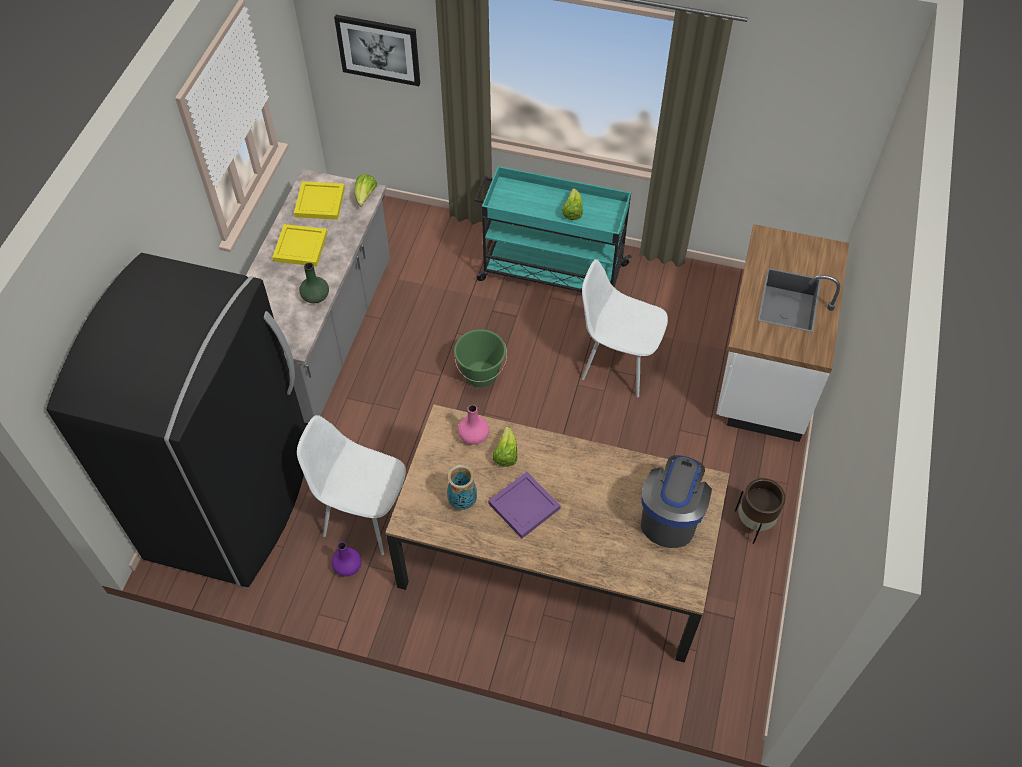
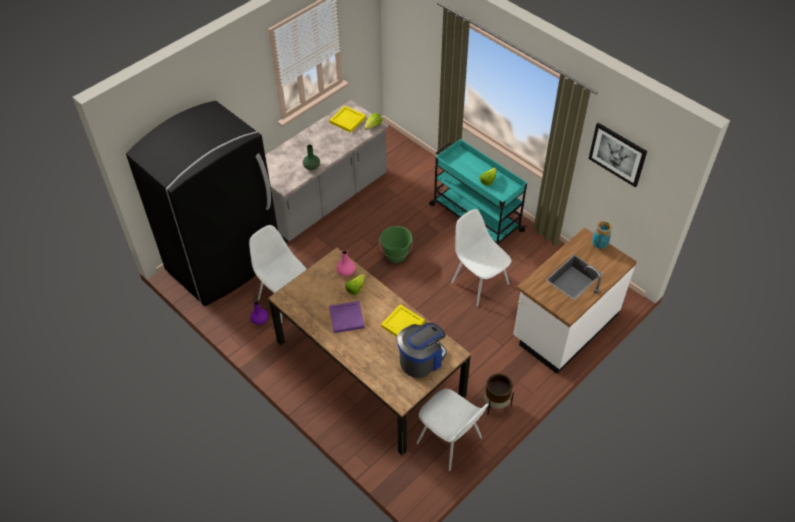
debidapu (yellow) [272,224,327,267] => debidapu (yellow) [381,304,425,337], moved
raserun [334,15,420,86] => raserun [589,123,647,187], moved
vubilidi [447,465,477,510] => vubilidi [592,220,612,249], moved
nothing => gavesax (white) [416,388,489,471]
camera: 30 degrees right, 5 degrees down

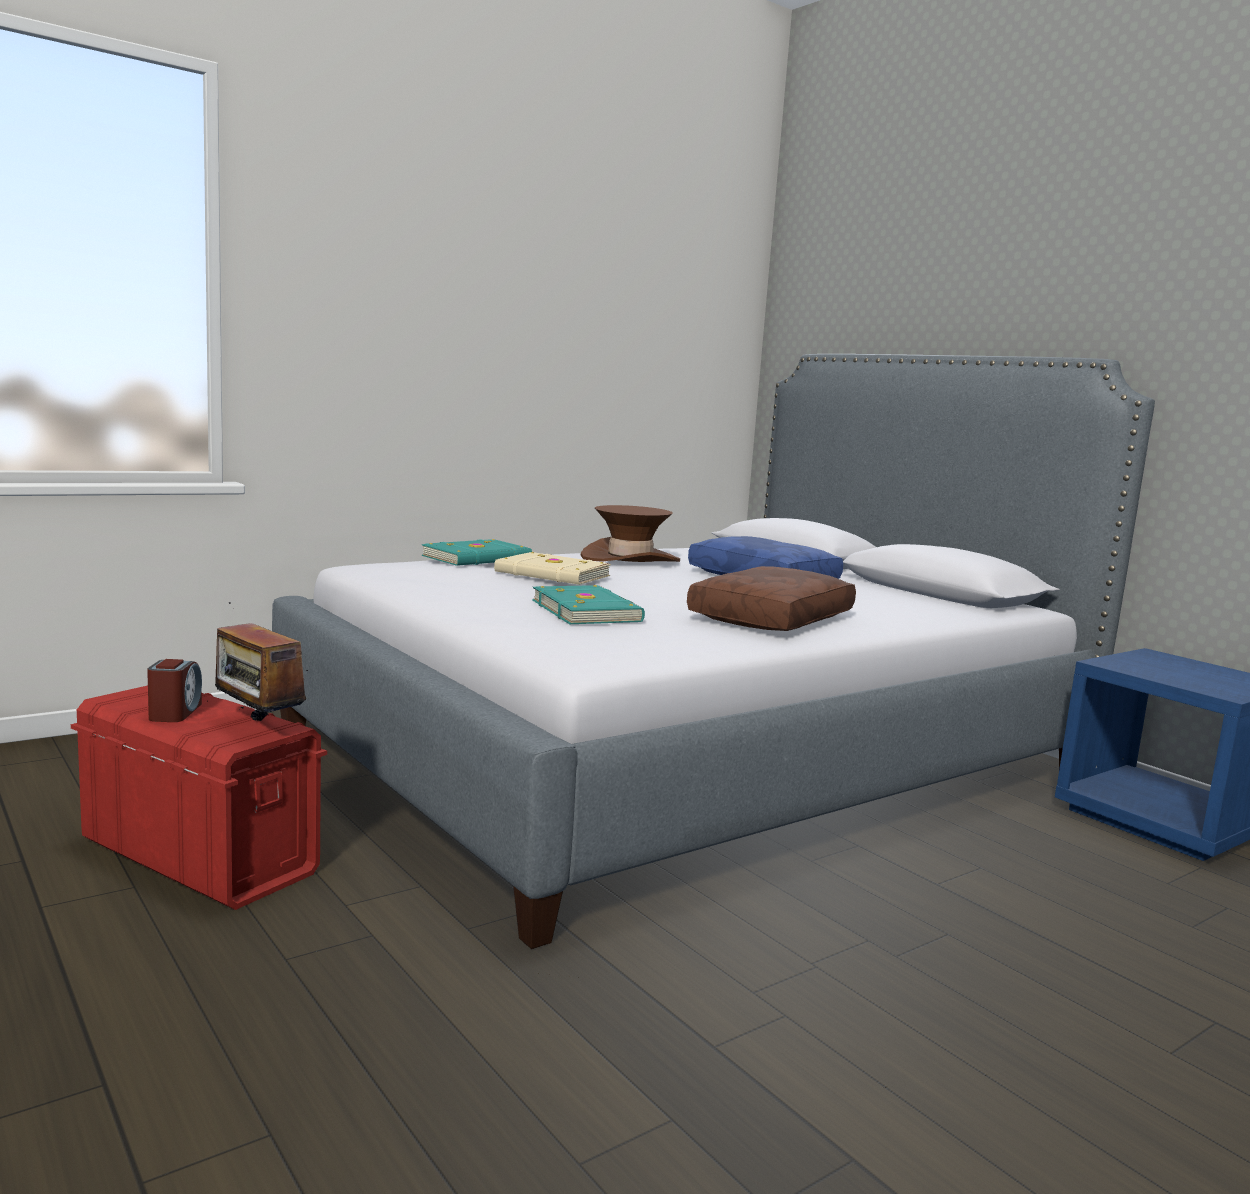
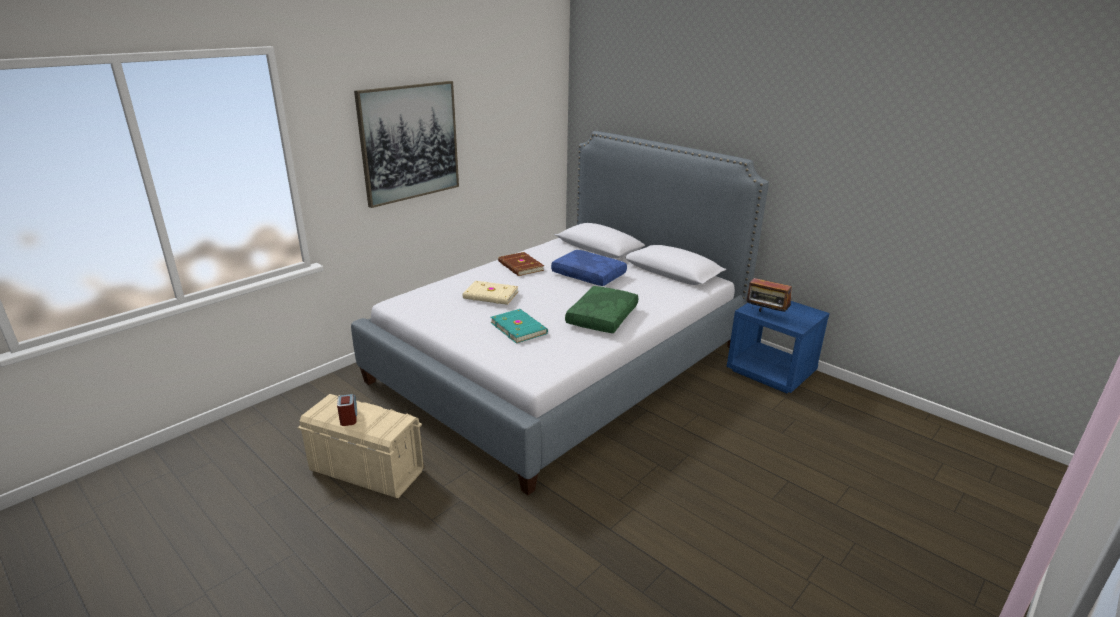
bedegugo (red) [71,686,327,910] => bedegugo (beige) [298,394,424,498]
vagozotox [215,602,308,721] => vagozotox [746,278,792,312], moved
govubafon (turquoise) [421,539,532,566] => nothing
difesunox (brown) [581,505,680,562] => govubafon (brown) [498,252,544,276]
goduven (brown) [687,566,856,631] => goduven (green) [565,286,638,333]
nothing => raserun [354,81,459,208]
camera: 10 degrees left, 15 degrees up

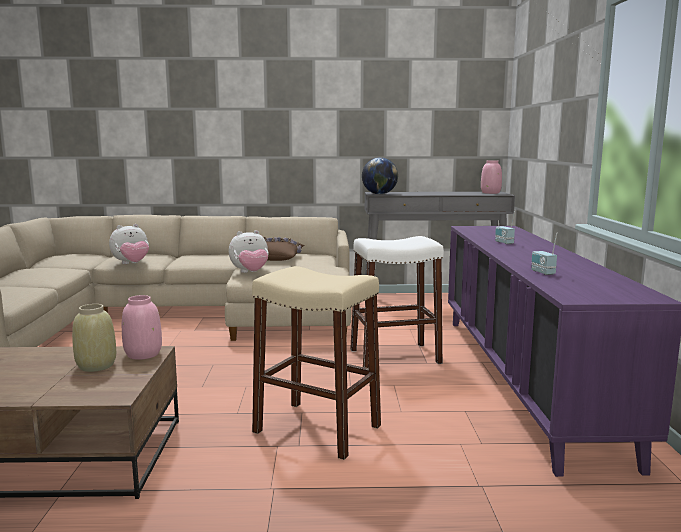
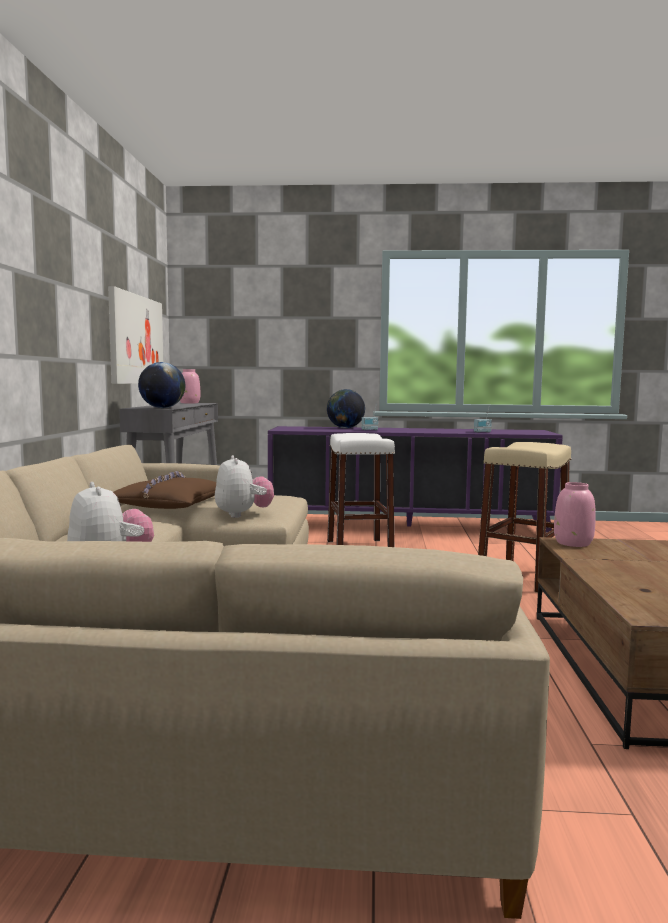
vubilidi (beige) [72,304,116,372] => nothing
nothing => raserun [108,286,163,384]
nothing => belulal [327,389,365,428]
camera: 85 degrees left, 5 degrees down

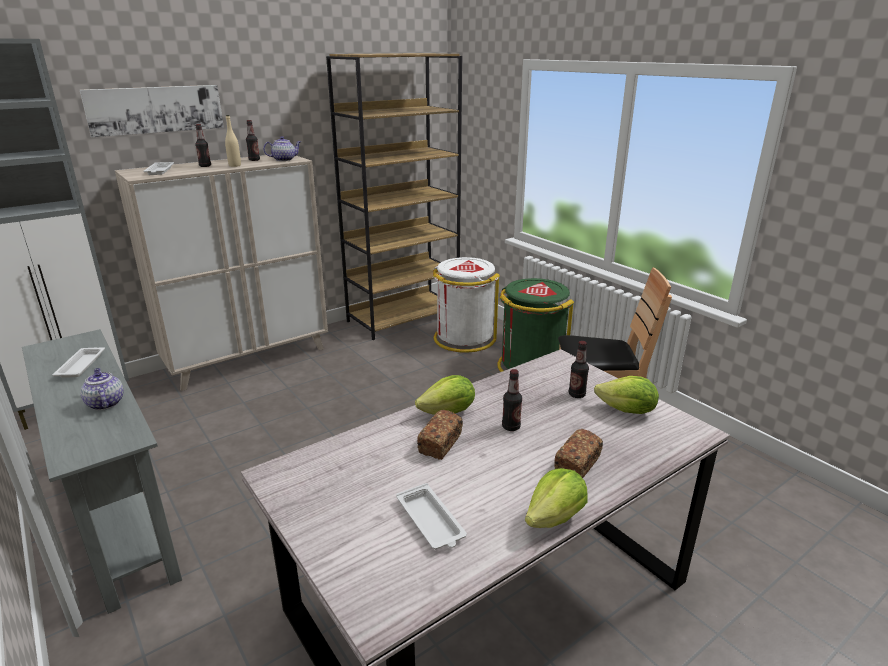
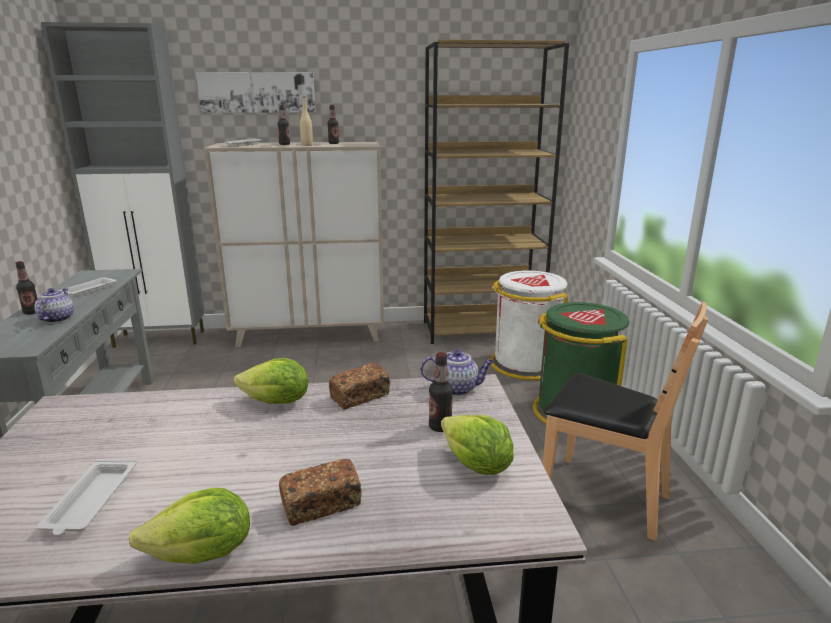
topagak [263,136,301,161] => topagak [420,350,494,396], moved
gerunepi [417,410,463,460] => gerunepi [329,363,390,410], moved
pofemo [502,369,522,431] => pofemo [15,261,38,314], moved
camera: 30 degrees right, 5 degrees down

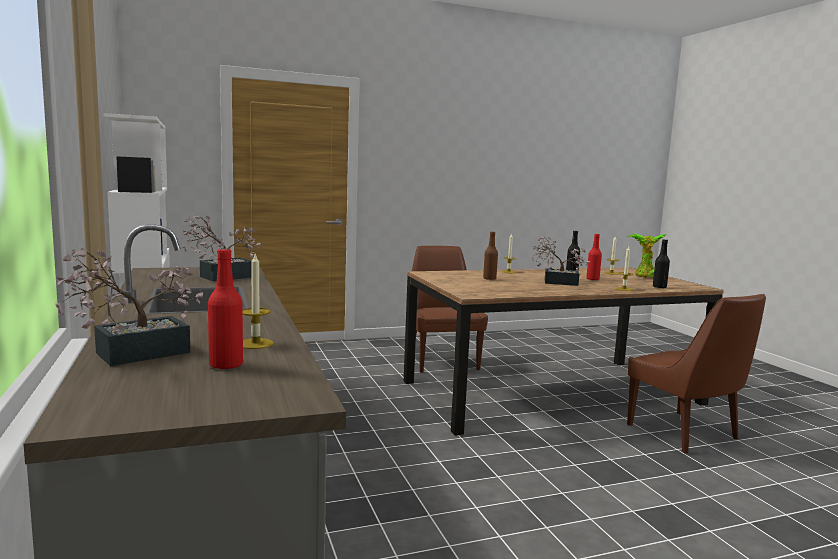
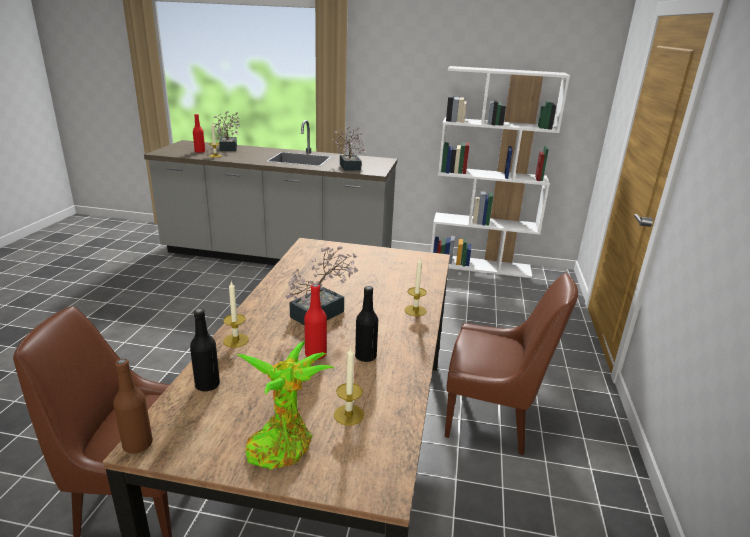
pofemo (brown) [483,231,498,280] => pofemo (brown) [113,358,153,454], moved
camera: 120 degrees right, 15 degrees up

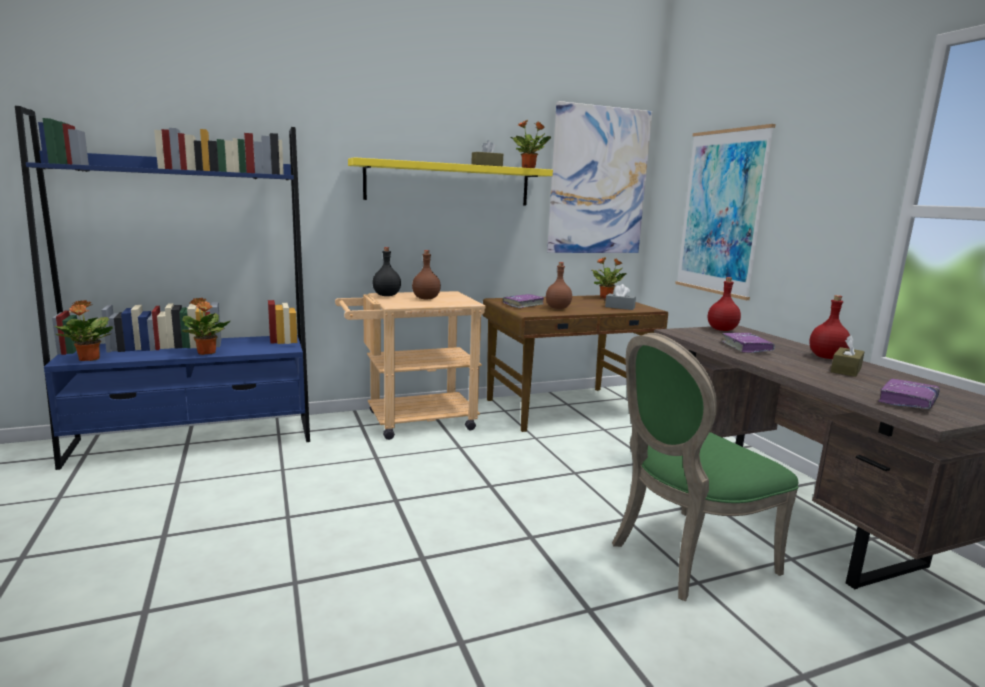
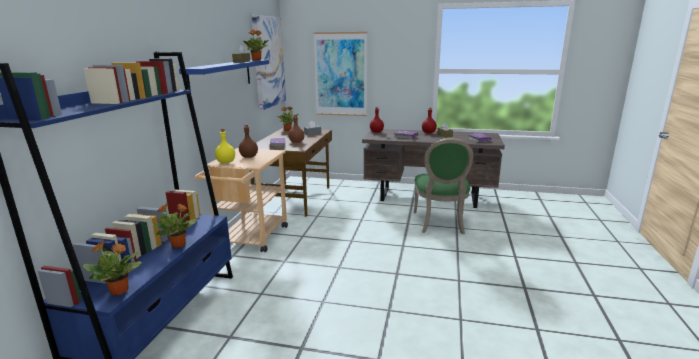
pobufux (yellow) [348,157,553,206] => pobufux (blue) [179,60,269,91]
pofemo (black) [372,247,401,296] => pofemo (yellow) [215,129,235,164]
camera: 55 degrees left, 5 degrees up

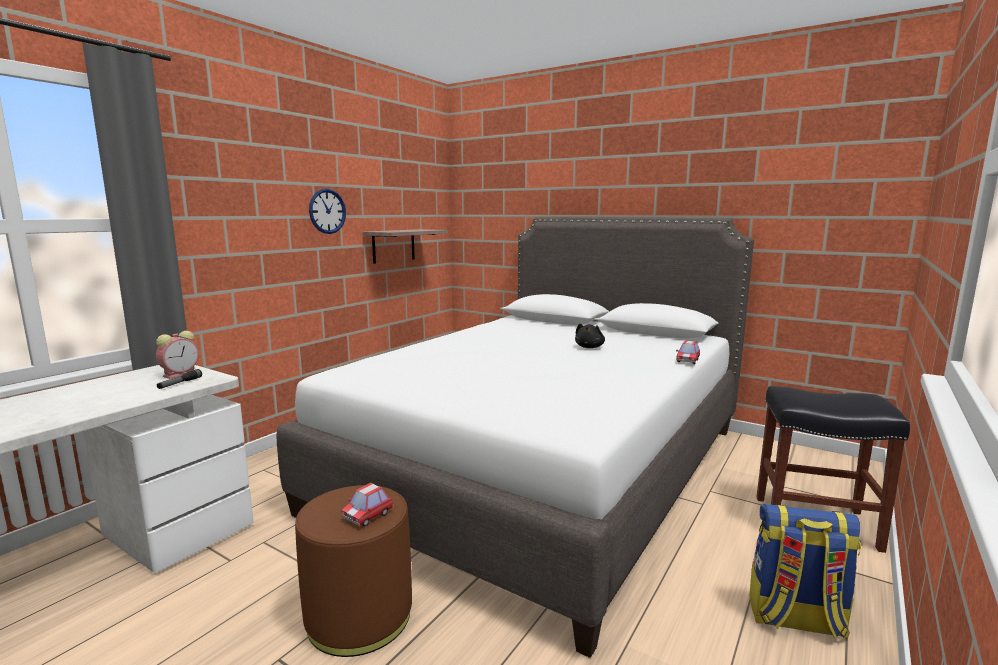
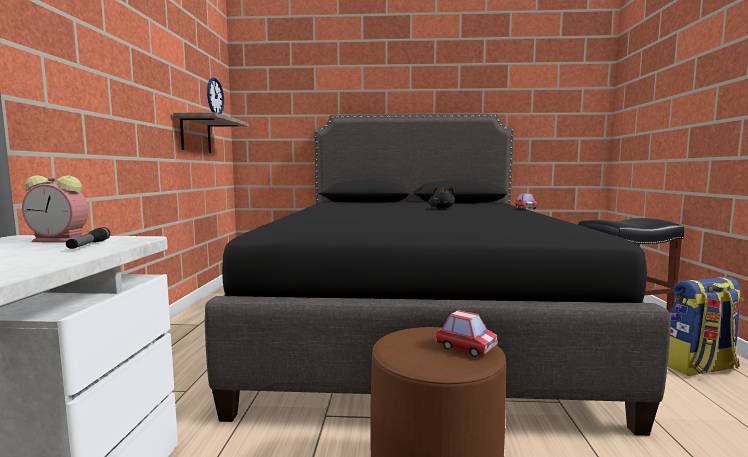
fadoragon [156,331,199,379] => fadoragon [22,175,88,243], 90 degrees clockwise
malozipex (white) [277,217,754,658] => malozipex (black) [205,113,671,436]
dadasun [309,189,346,234] => dadasun [207,78,224,114], moved
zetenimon [341,483,394,526] => zetenimon [436,310,498,357], 60 degrees counterclockwise
camera: 30 degrees left, 5 degrees down

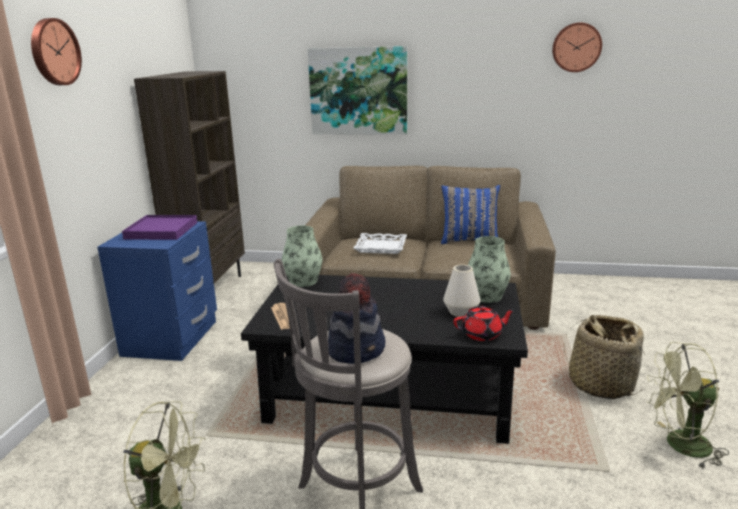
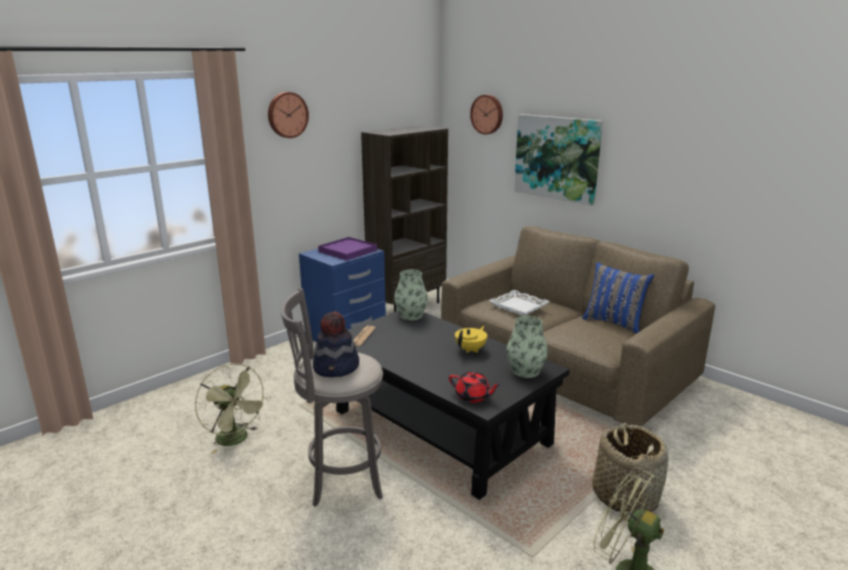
vubilidi (white) [443,264,480,317] => nothing
dadasun [552,23,602,72] => dadasun [470,95,503,134], moved
nothing => topagak (yellow) [455,326,487,353]
camera: 35 degrees right, 0 degrees up

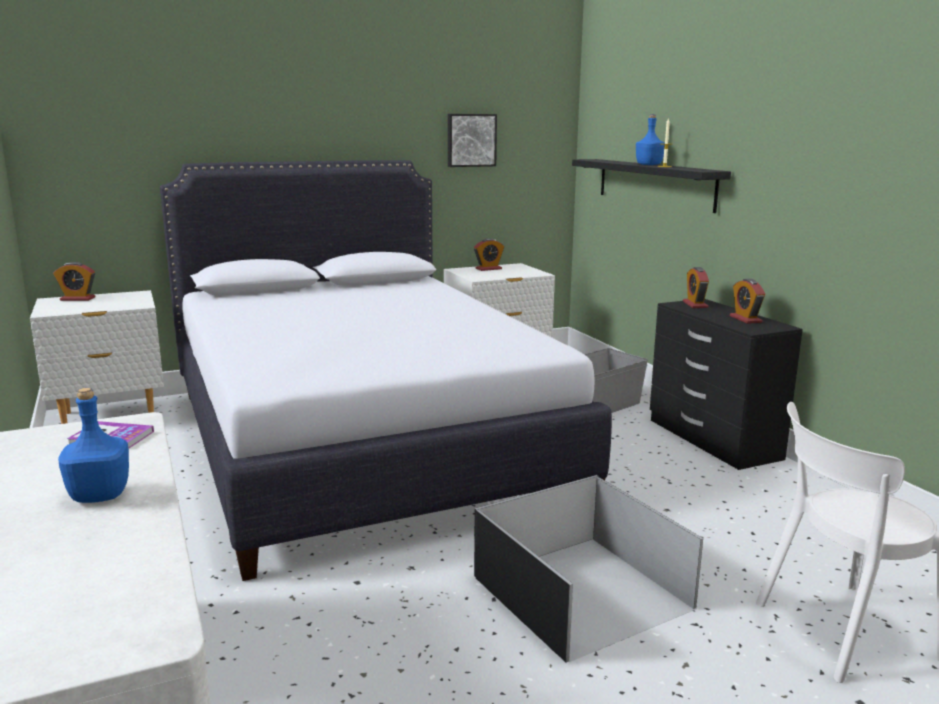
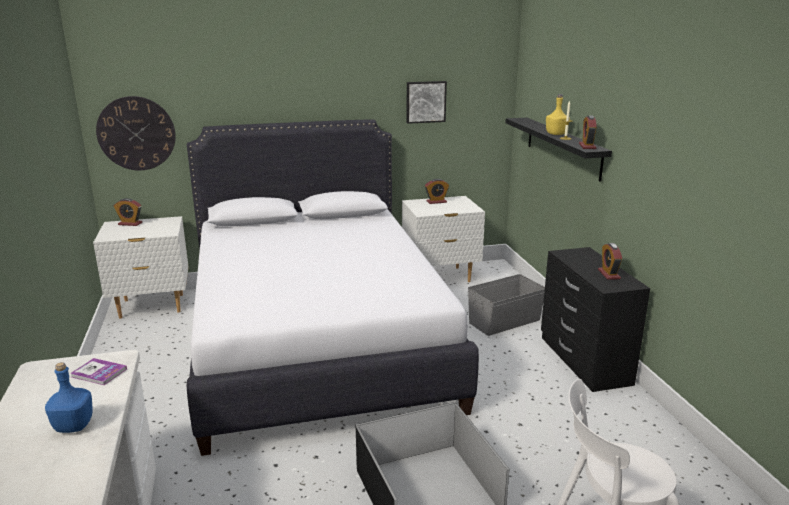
pofemo (blue) [636,114,665,165] => pofemo (yellow) [546,94,570,135]
fadoragon [683,267,709,308] => fadoragon [579,115,597,149], moved
nothing => dadasun [96,96,176,170]
camera: 10 degrees right, 5 degrees up

